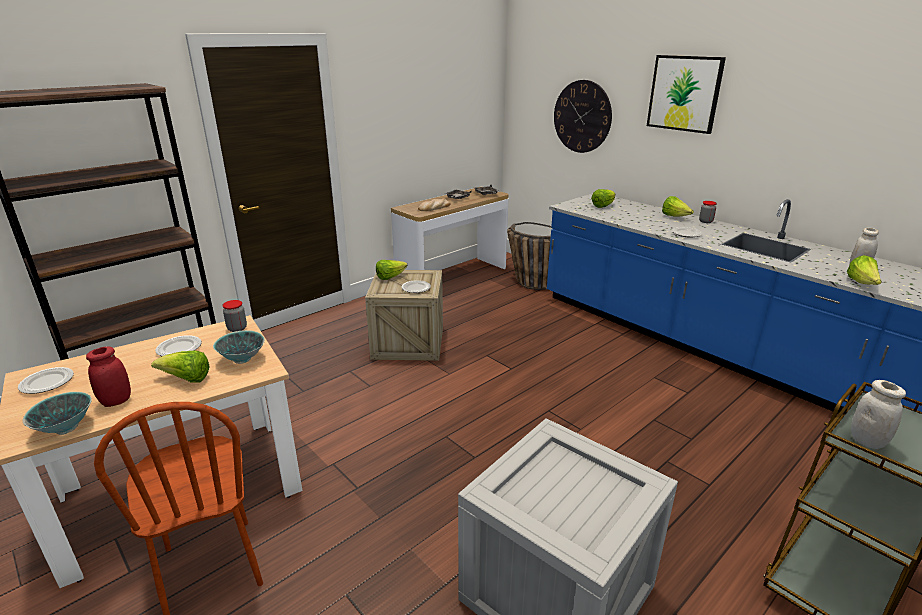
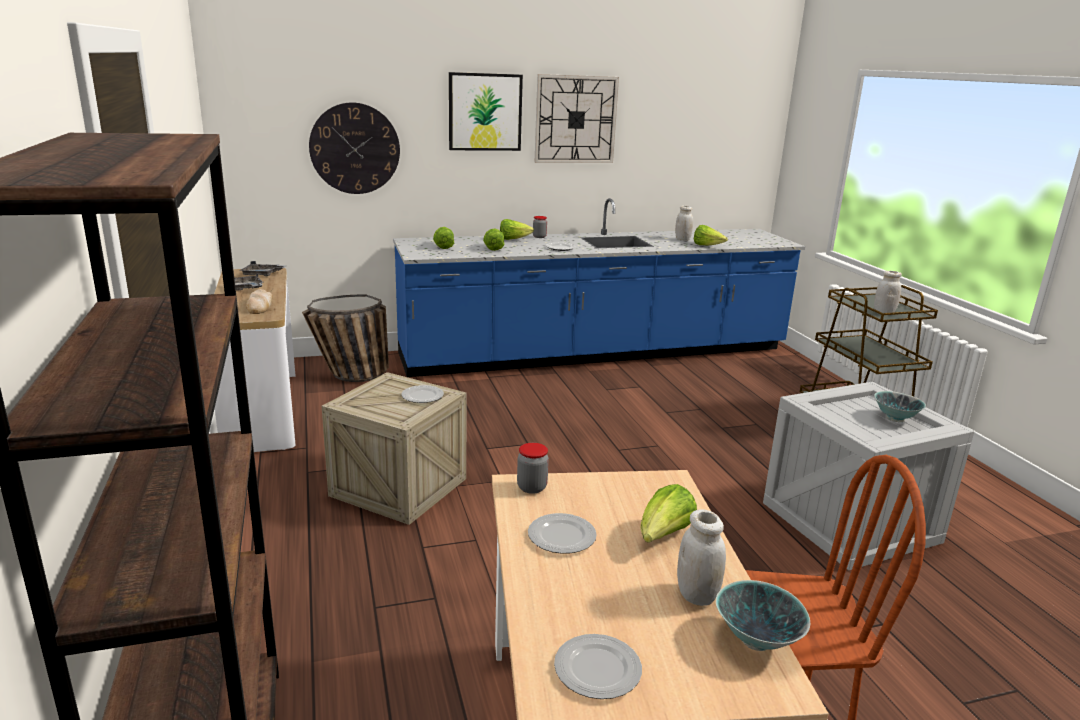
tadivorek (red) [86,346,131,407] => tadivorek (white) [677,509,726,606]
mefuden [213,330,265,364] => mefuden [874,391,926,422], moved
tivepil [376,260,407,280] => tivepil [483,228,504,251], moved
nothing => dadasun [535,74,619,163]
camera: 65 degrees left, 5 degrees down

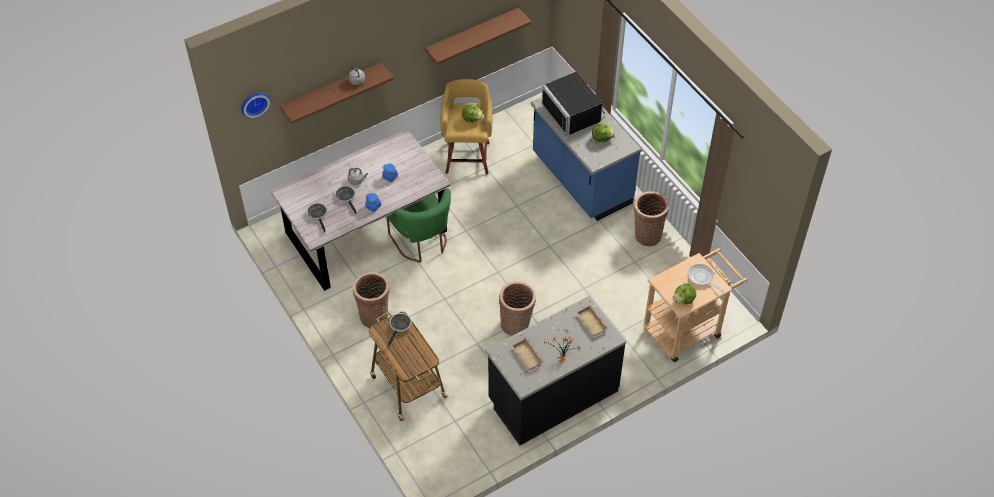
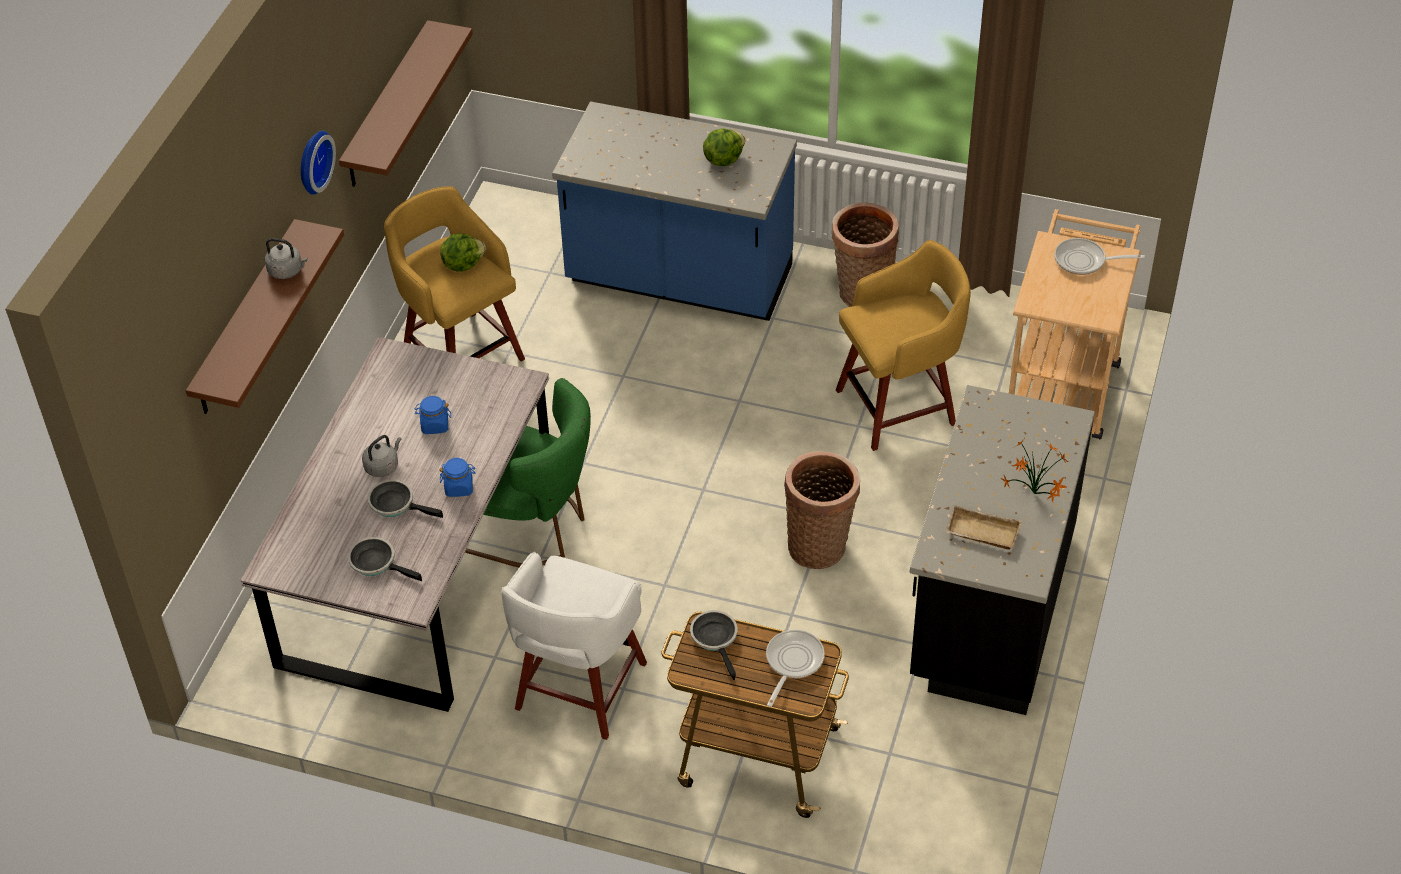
dadasun [241,93,270,118] => dadasun [301,131,336,195], moved
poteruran [353,272,390,328] => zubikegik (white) [501,552,647,740]
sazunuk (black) [542,72,605,136] => nothing
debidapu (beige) [575,305,607,336] => nothing
tivepil [673,283,696,304] => nothing
nothing => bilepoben [766,630,825,707]
nothing => zubikegik (yellow) [836,240,971,451]
camera: 40 degrees left, 5 degrees down

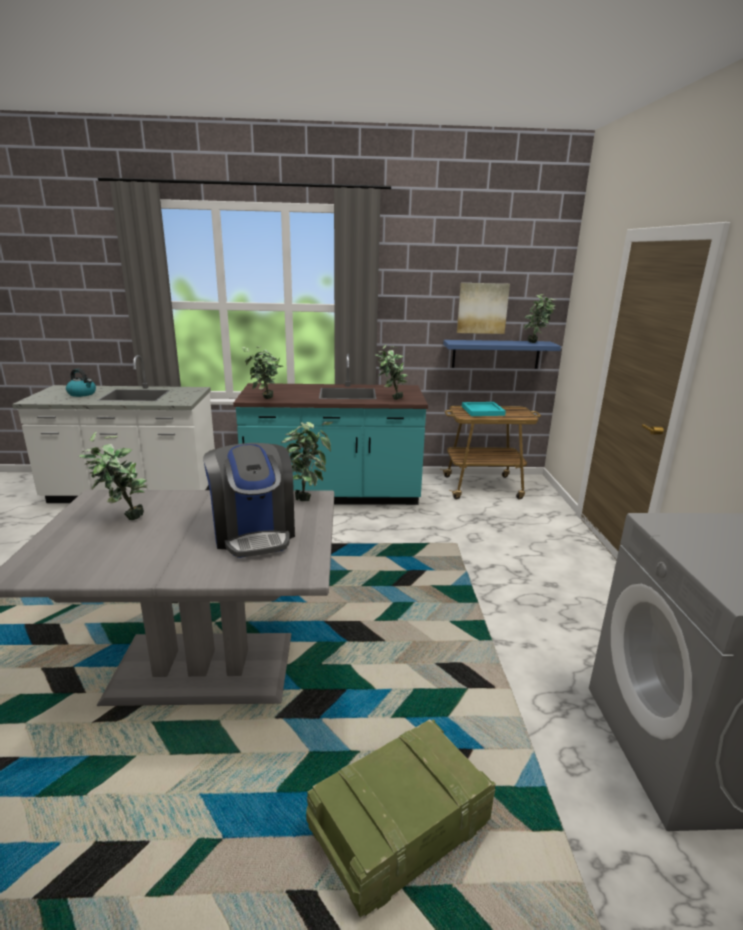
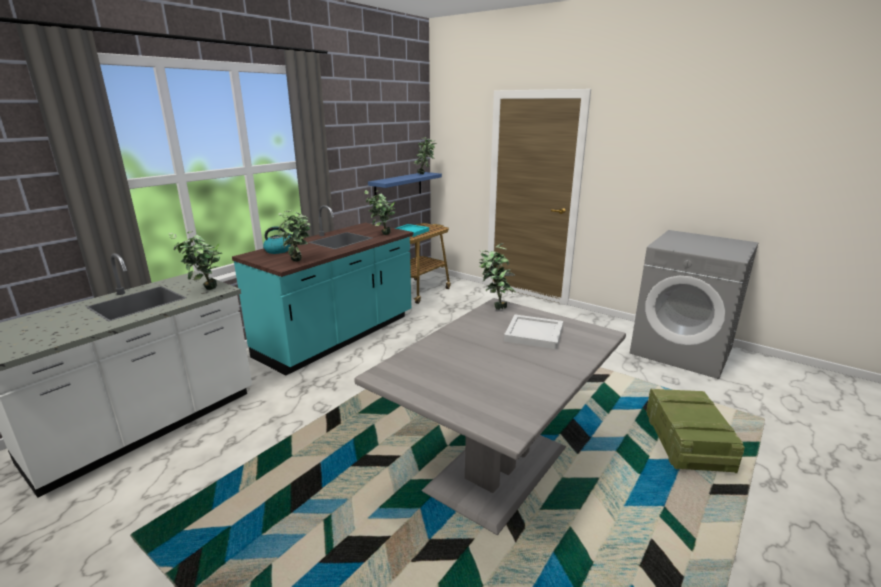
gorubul [66,369,96,397] => gorubul [263,227,292,254], moved
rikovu [79,432,147,520] => rikovu [169,231,222,290], moved
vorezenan [203,443,295,558] => debidapu (white) [504,314,563,350]
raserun [457,283,510,334] => nothing
camera: 50 degrees left, 0 degrees up

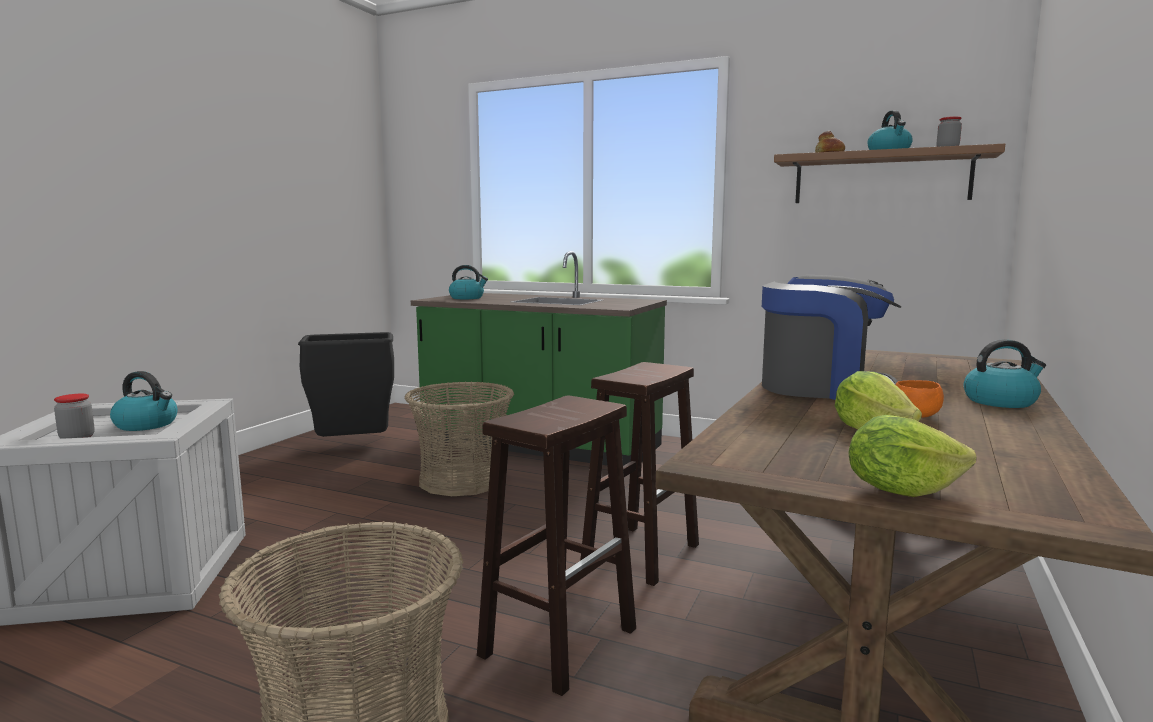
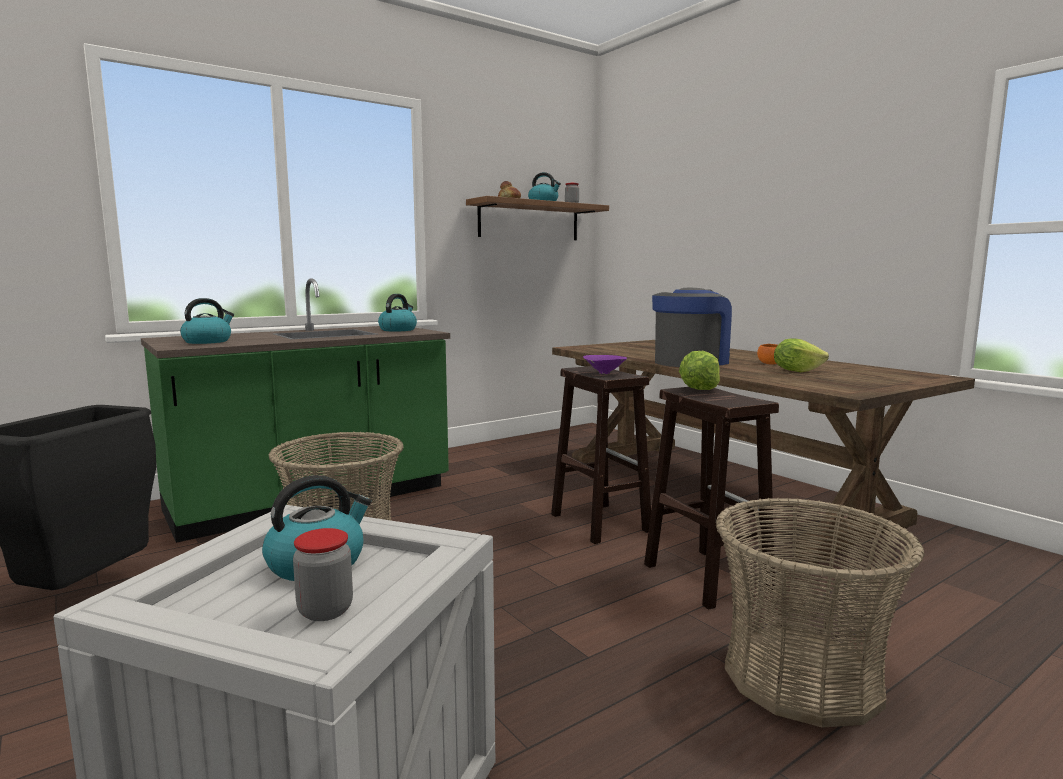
tivepil [849,415,976,497] => tivepil [679,351,720,390], moved
gorubul [964,339,1046,408] => gorubul [378,294,417,331], moved
nothing => mefuden (purple) [583,355,627,374]
camera: 60 degrees left, 0 degrees up

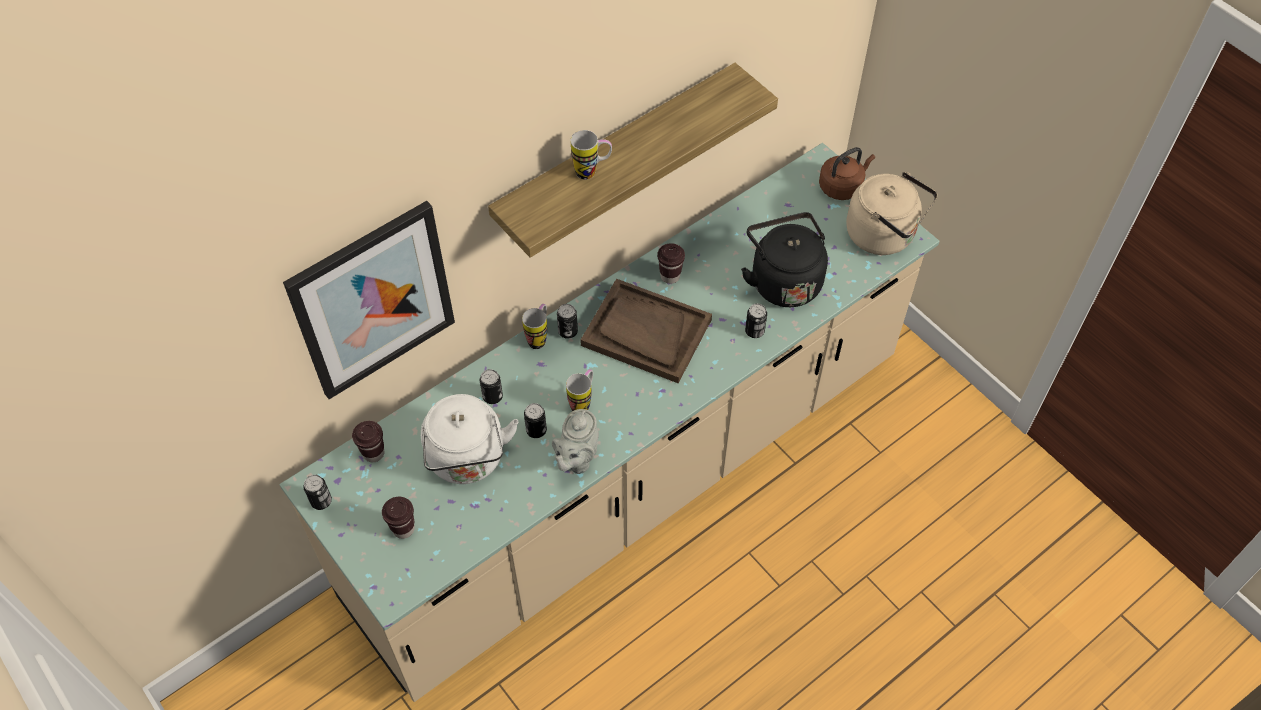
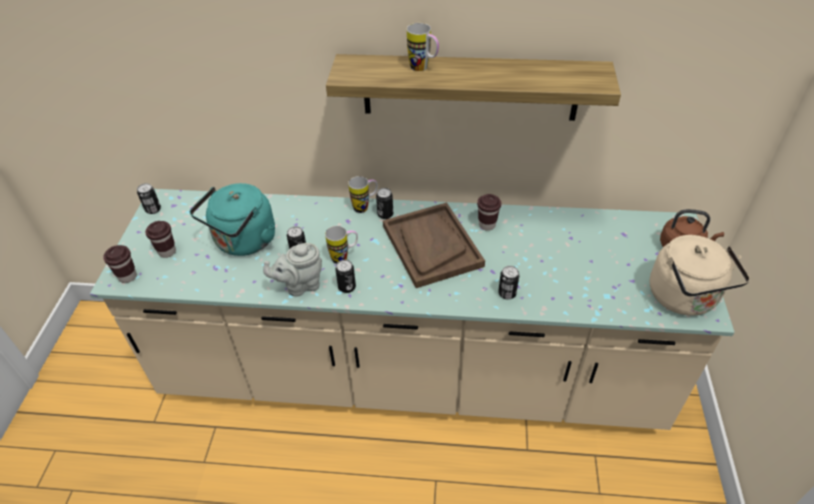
raserun [283,201,455,399] => nothing
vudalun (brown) [352,421,385,462] => vudalun (brown) [103,245,137,283], moved
gorubul (white) [421,394,518,484] => gorubul (turquoise) [190,183,275,256]
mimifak [480,369,503,404] => mimifak [335,260,356,293], moved
gorubul (black) [741,212,828,307] => nothing
camera: 45 degrees right, 10 degrees down

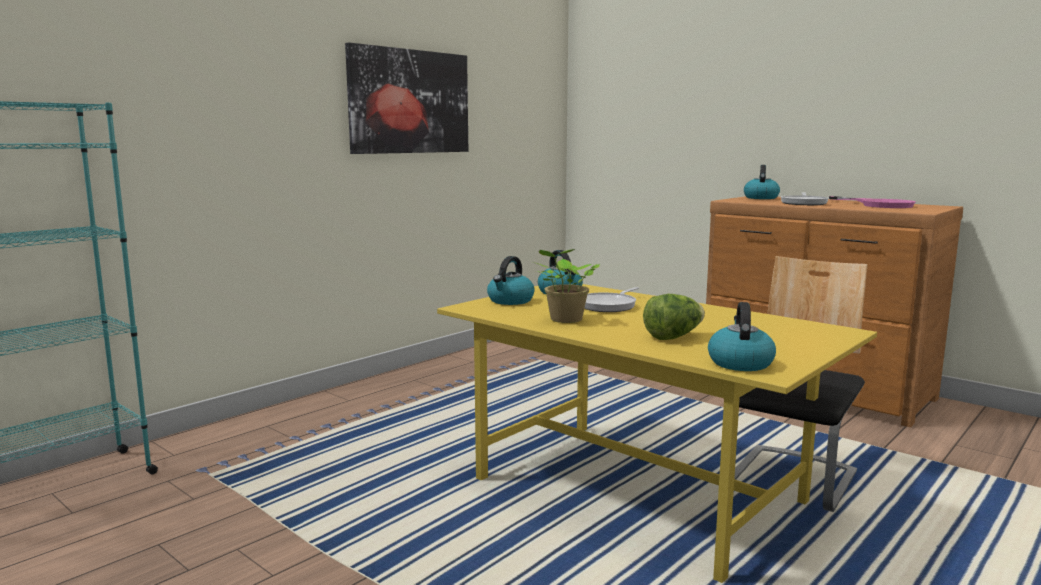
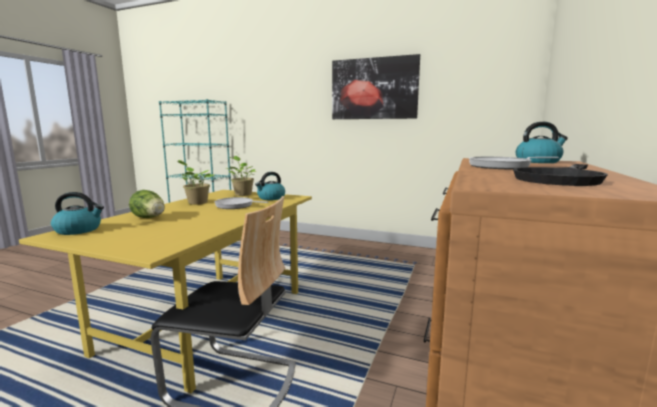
gorubul [487,256,535,305] => rikovu [227,156,256,196]
bilepoben (pink) [829,196,915,208] => bilepoben (black) [513,164,608,186]
camera: 70 degrees right, 0 degrees up

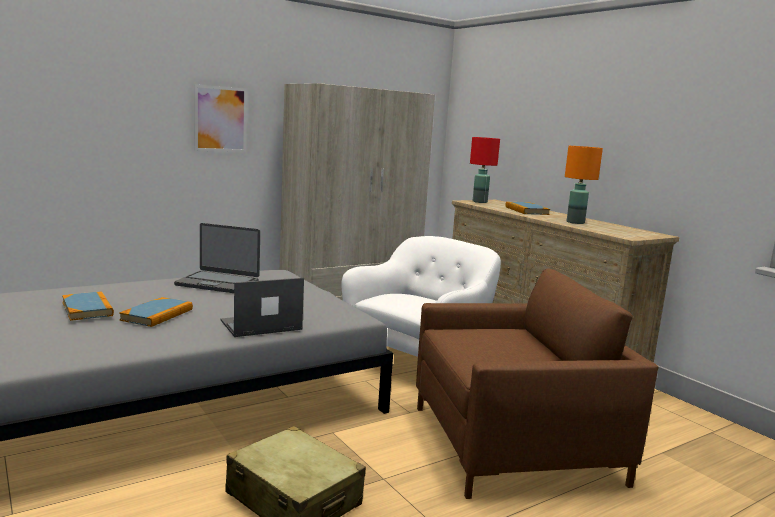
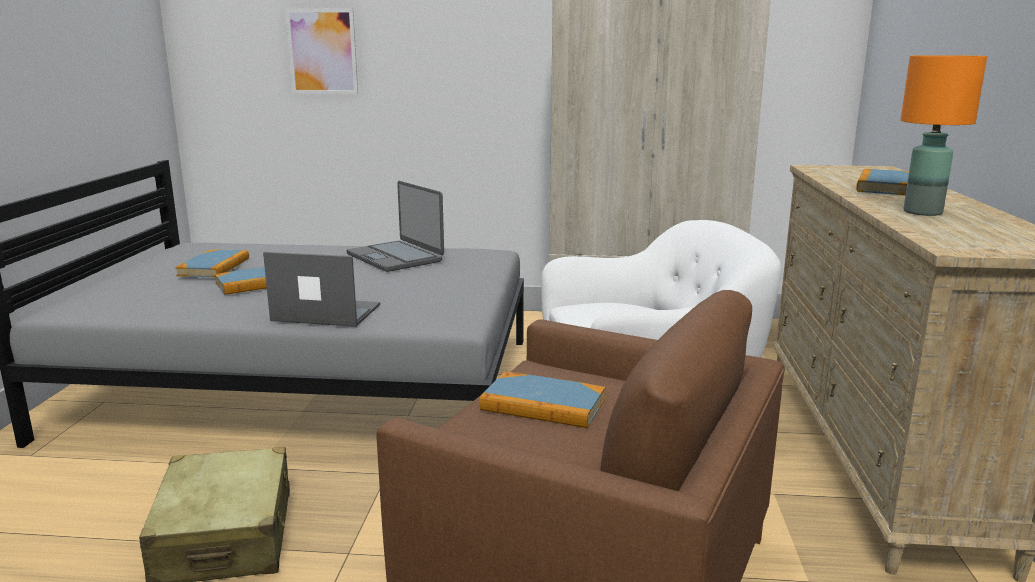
raserun [194,84,247,152] => raserun [285,9,358,94], moved
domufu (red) [470,137,500,203] => nothing
nothing => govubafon [479,371,606,428]
camera: 40 degrees right, 5 degrees up

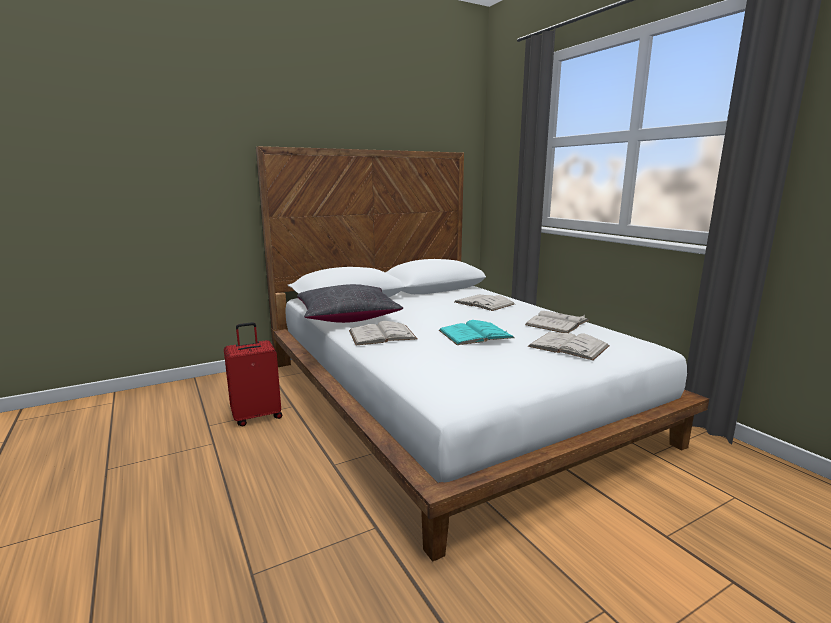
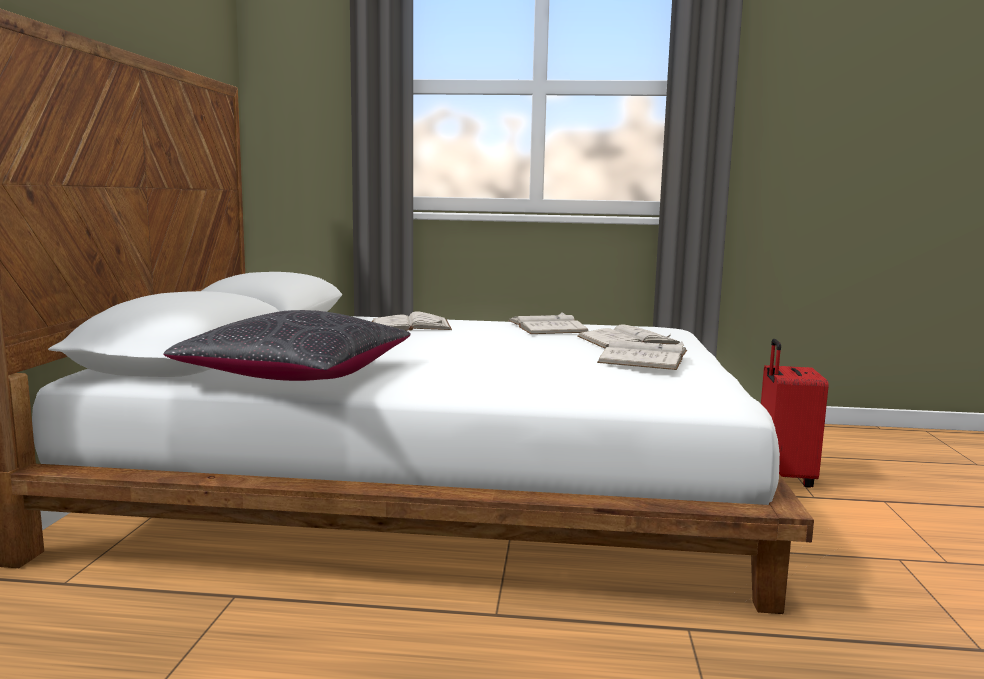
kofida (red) [224,322,282,426] => kofida (red) [761,339,829,488], moved
govubafon (white) [349,321,418,345] => govubafon (white) [597,340,687,370], moved
govubafon (turquoise) [439,320,515,345] => nothing
camera: 55 degrees left, 5 degrees down

